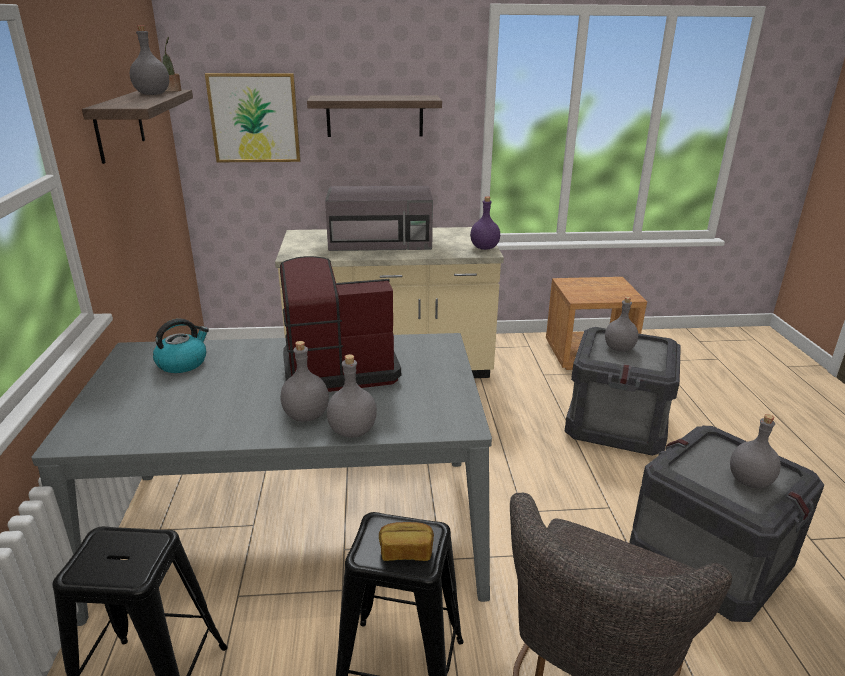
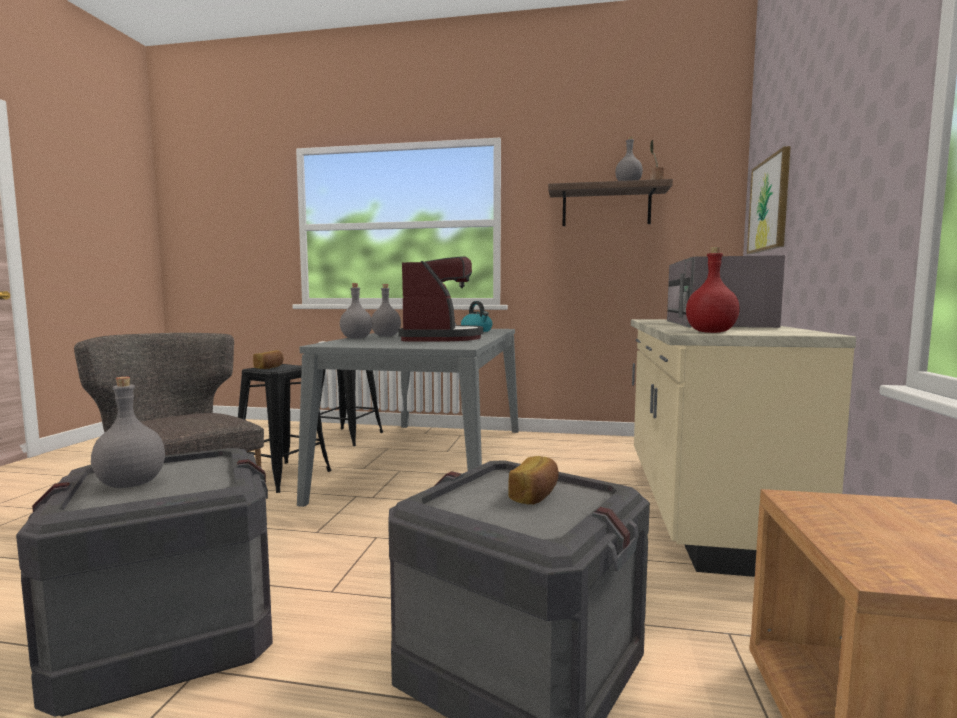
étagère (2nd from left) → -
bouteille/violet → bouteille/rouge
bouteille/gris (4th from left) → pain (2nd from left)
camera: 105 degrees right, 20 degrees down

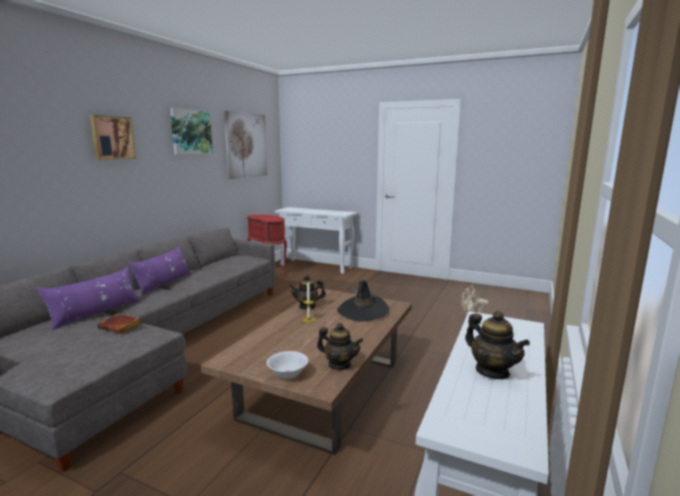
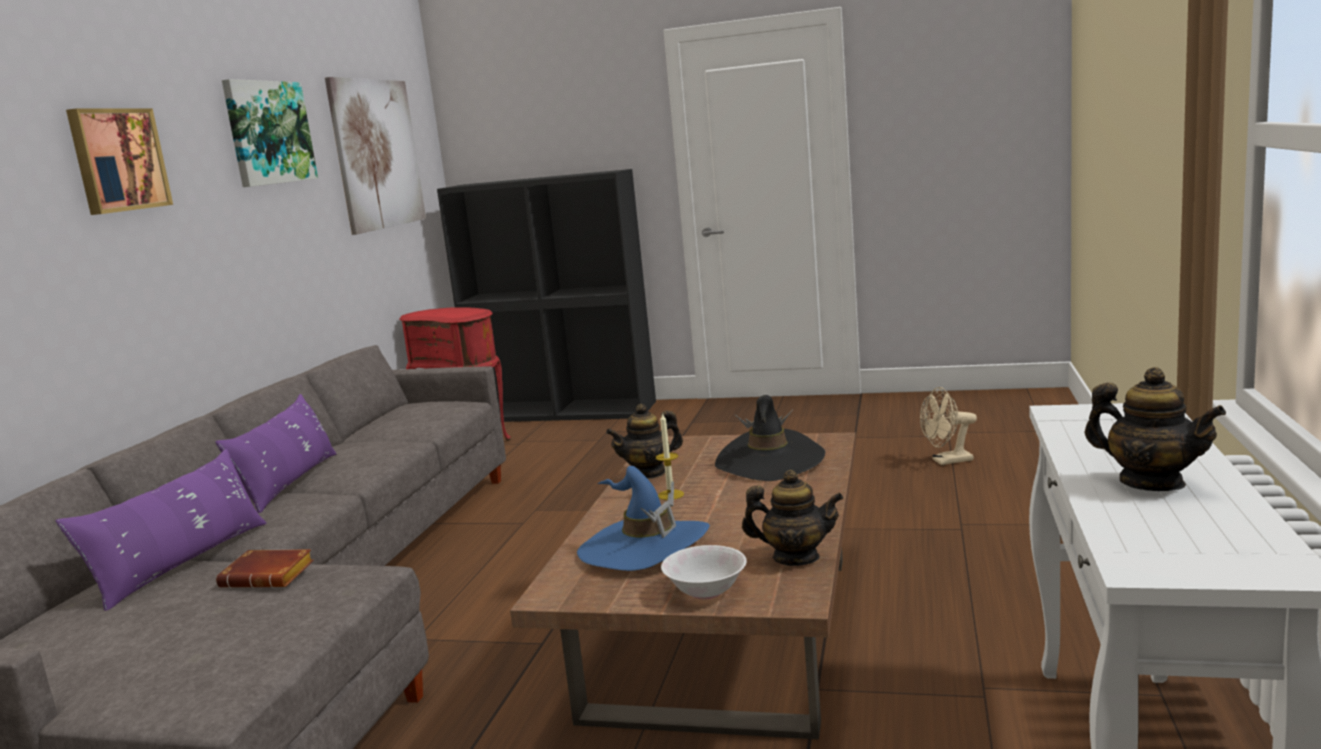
table console/blanc (1st from left) → bibliothèque/noir
- → chapeau/bleu
camera: 10 degrees left, 0 degrees up

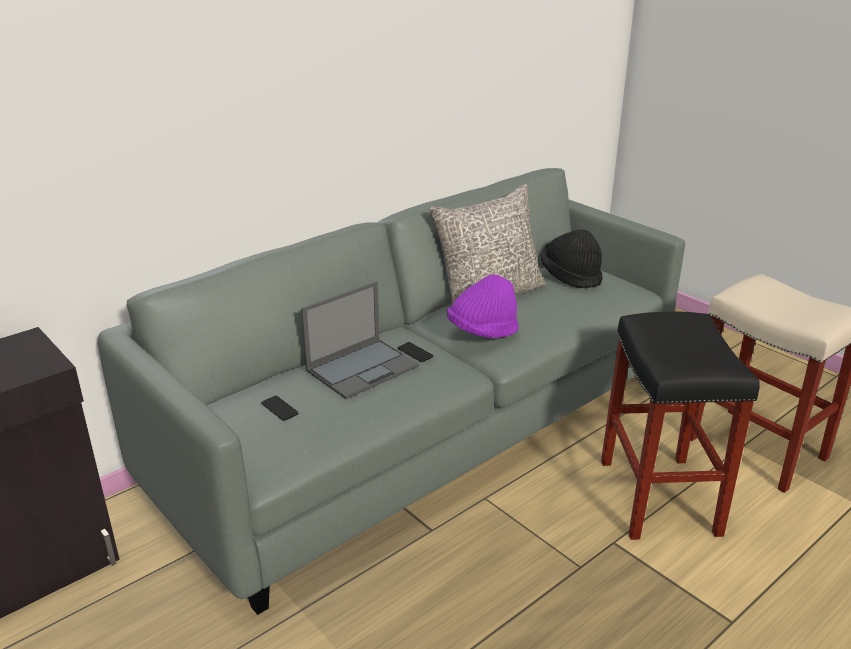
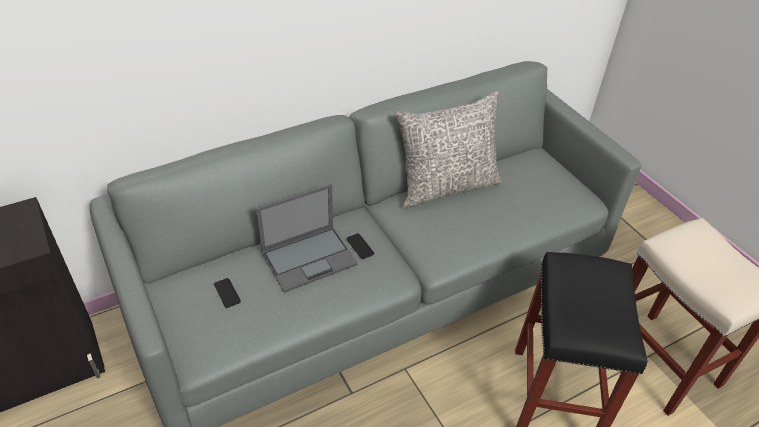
chapeau/noir → -
chapeau/violet → -
camera: 10 degrees right, 15 degrees up

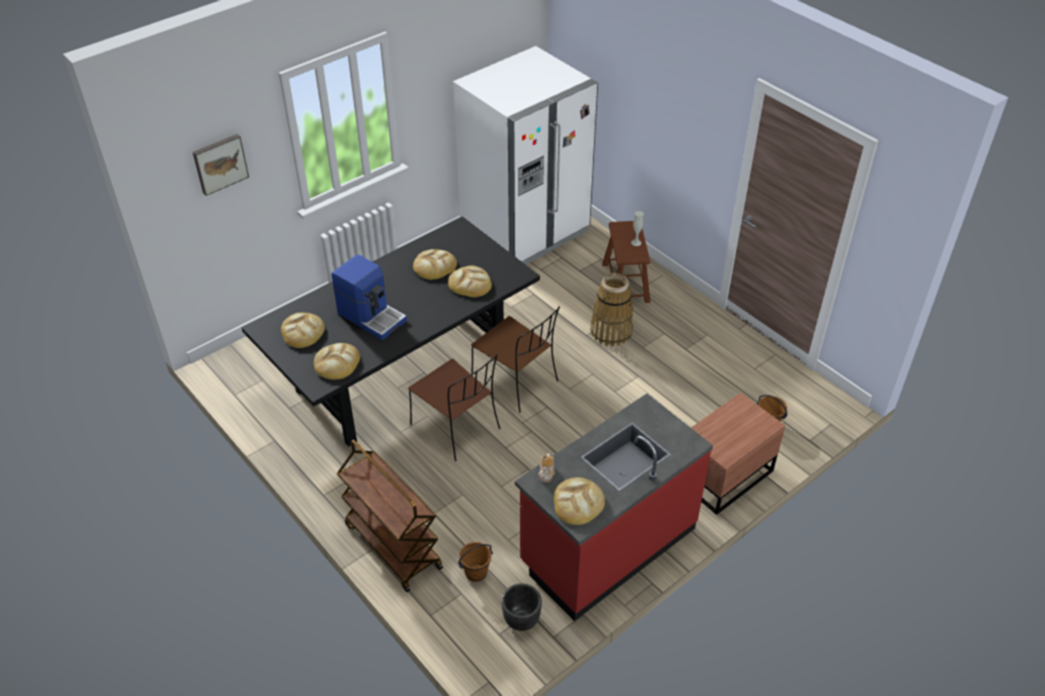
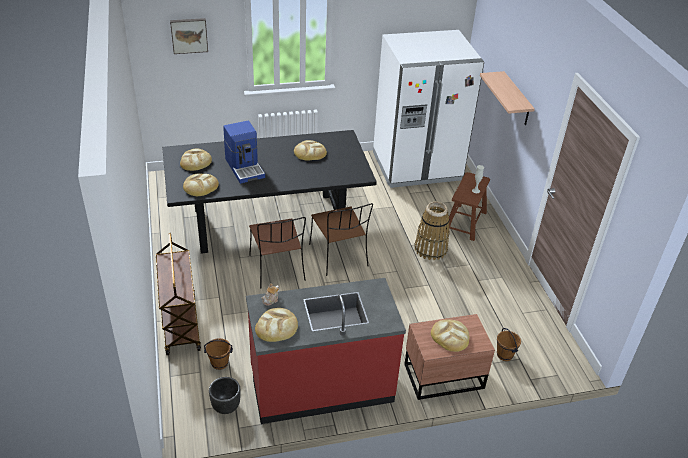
pain (4th from left in the first image) → pain (5th from left), move
- → étagère
camera: 25 degrees right, 5 degrees down

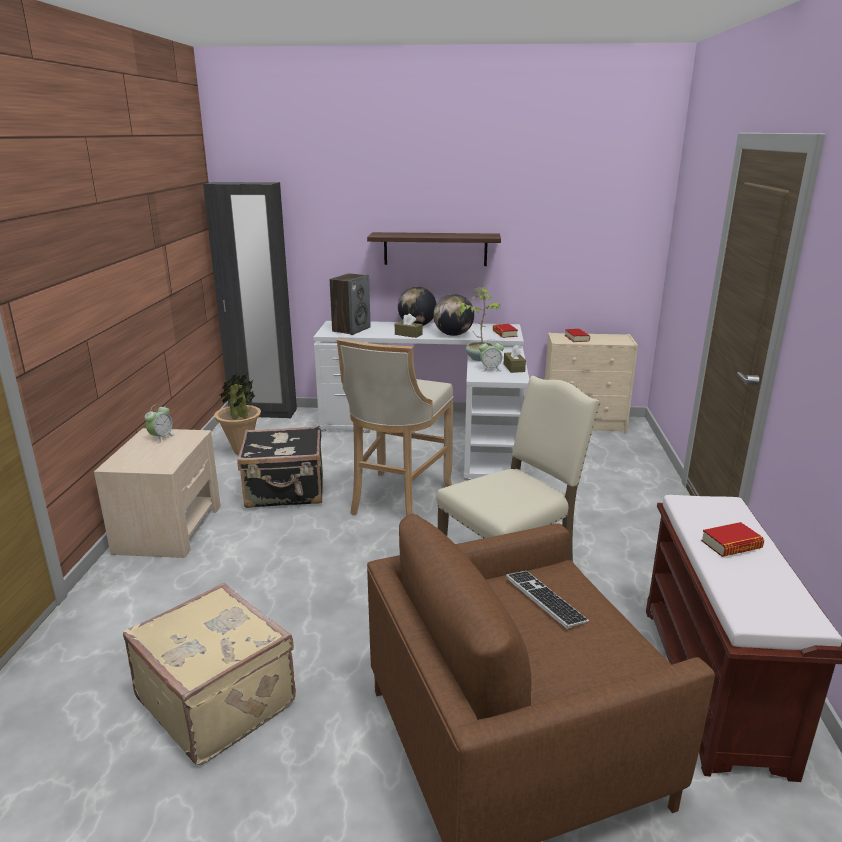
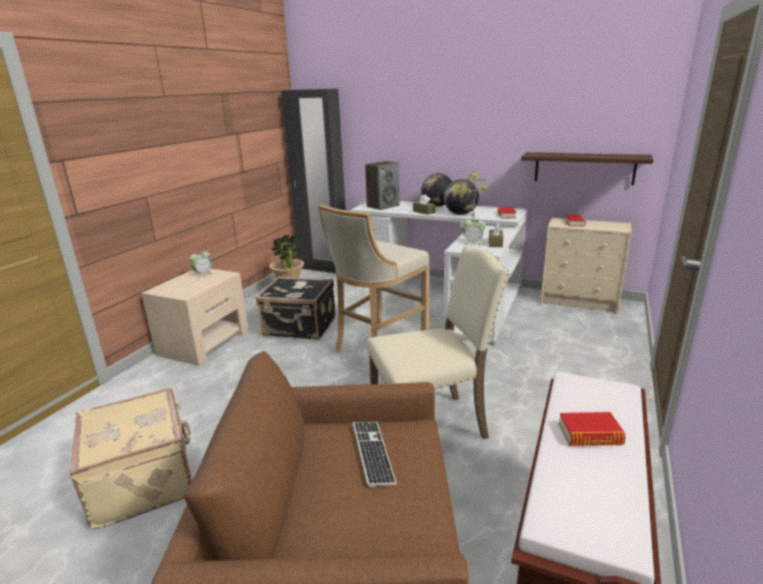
étagère, move
camera: 20 degrees right, 0 degrees up

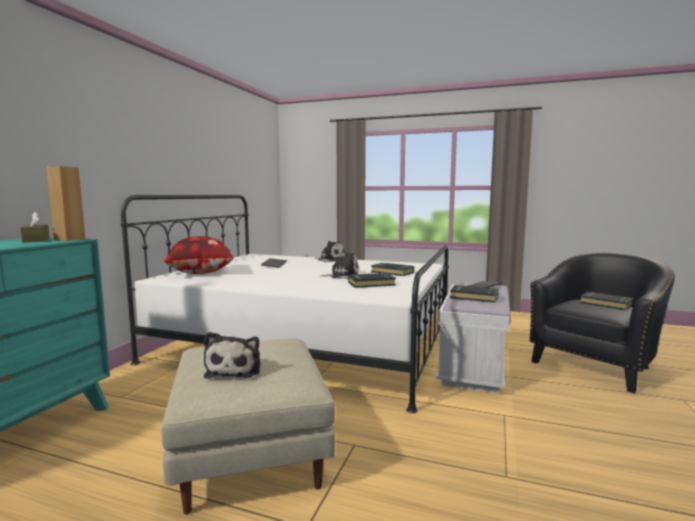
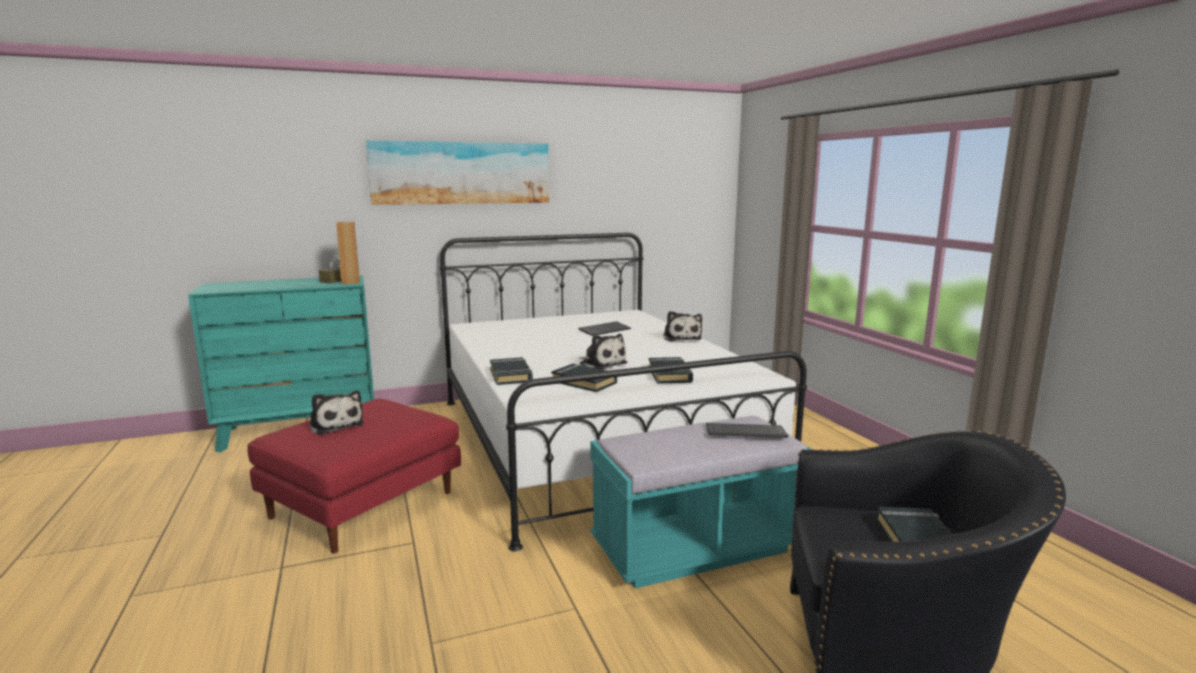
coussin → -
banc/blanc → banc/turquoise
livre/noir (3rd from left in the first image) → livre/noir (1st from left), move
peluche (1st from left), 90 degrees counterclockwise
pouf/beige → pouf/rouge
- → tableau
camera: 50 degrees right, 5 degrees up

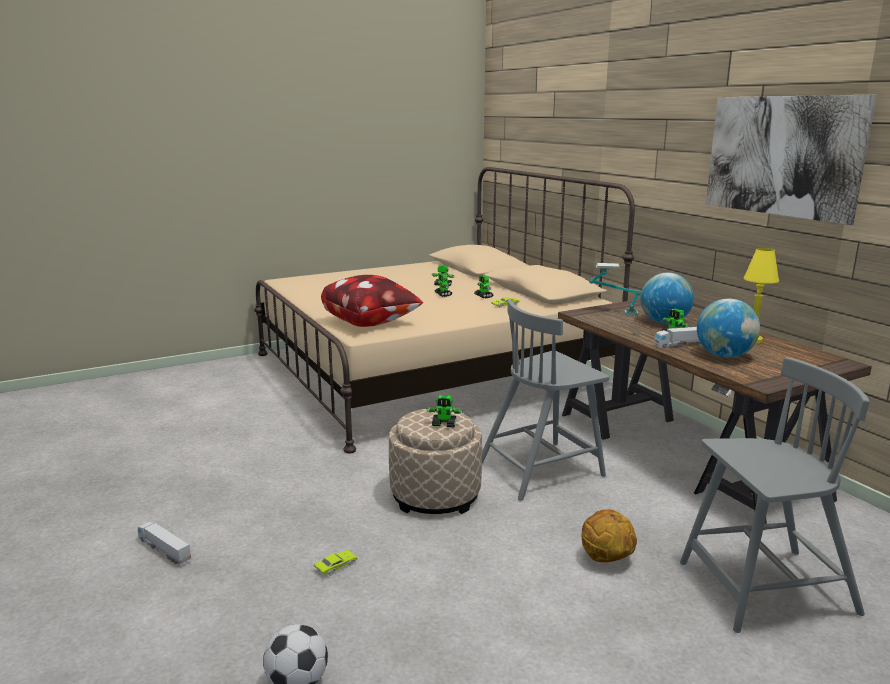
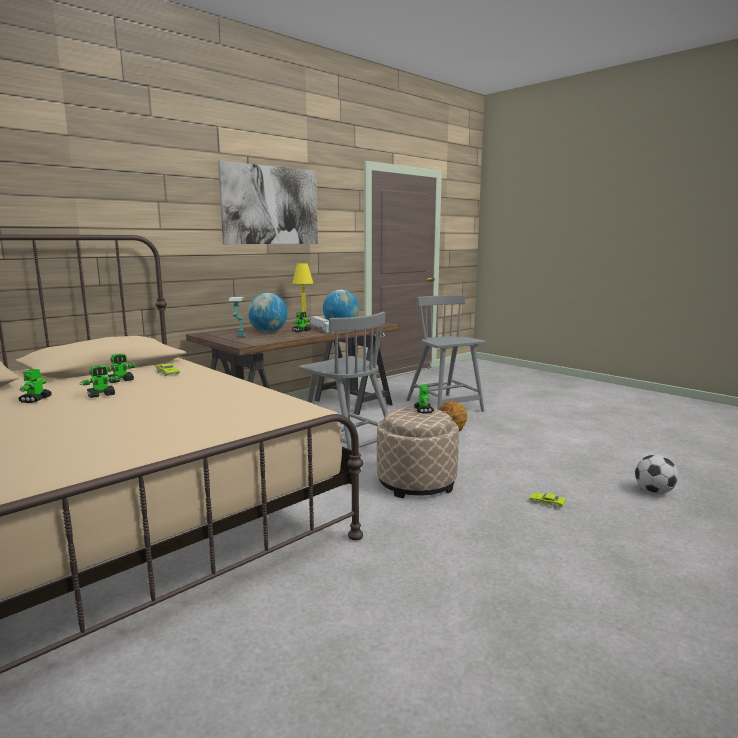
coussin → -
camion jouet (1st from left) → -
camera: 105 degrees left, 5 degrees down

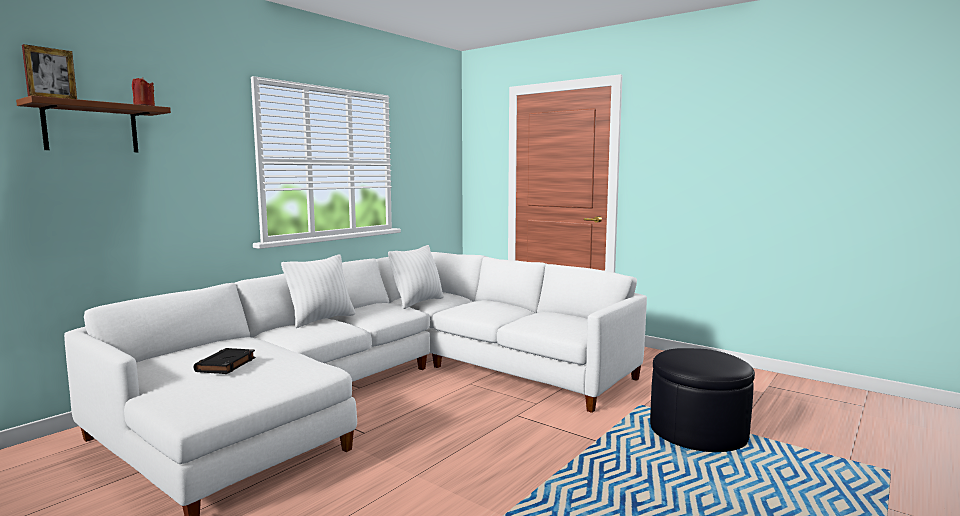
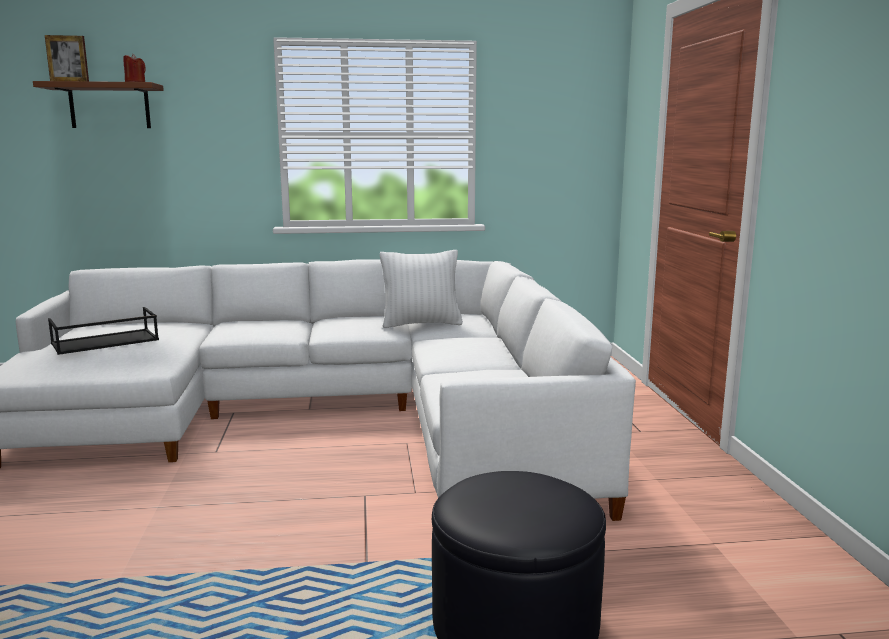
coussin/blanc (1st from left) → -
livre/noir → plateau/noir
camera: 45 degrees right, 5 degrees up

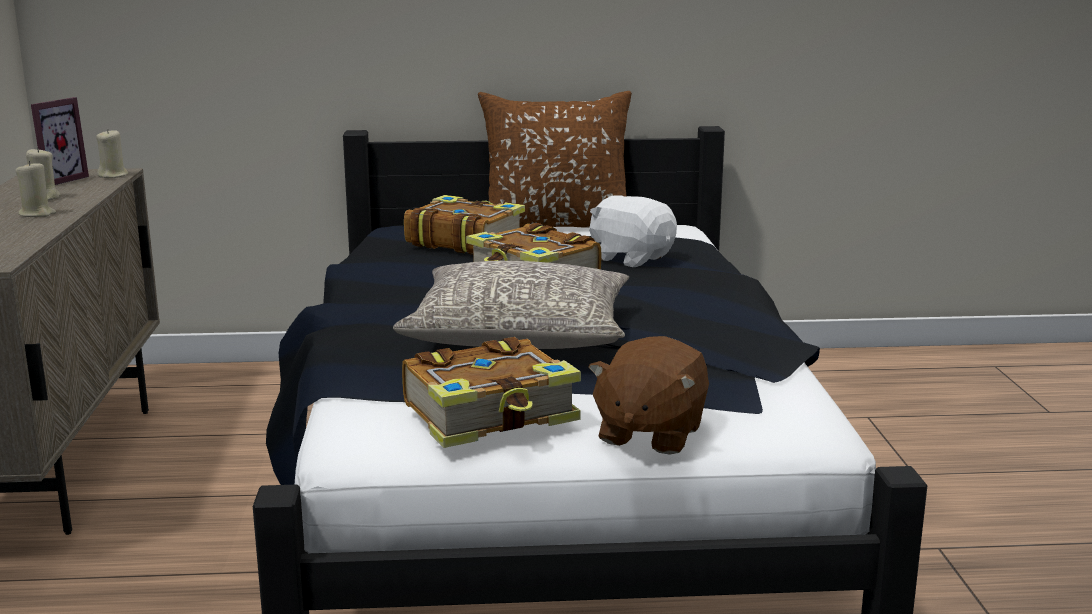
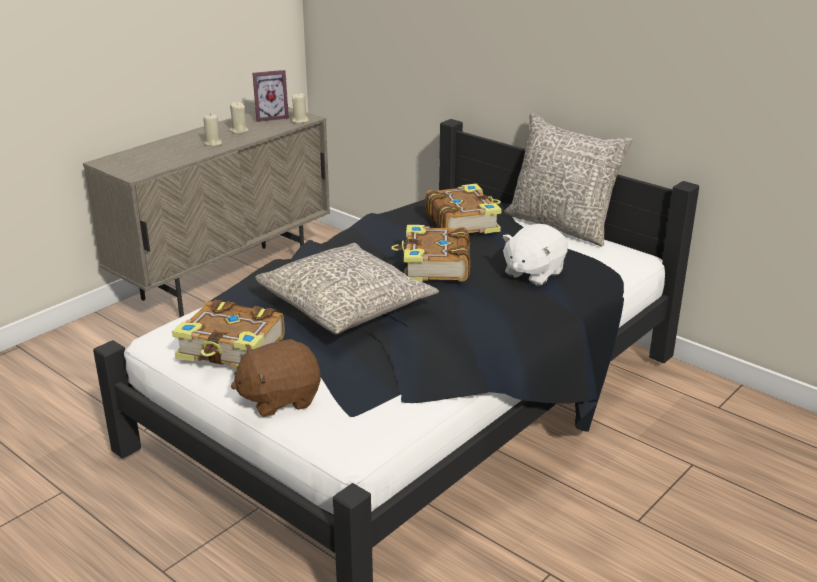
coussin/marron → coussin/gris (2nd from left)
peluche/blanc, 135 degrees counterclockwise
camera: 45 degrees right, 10 degrees up

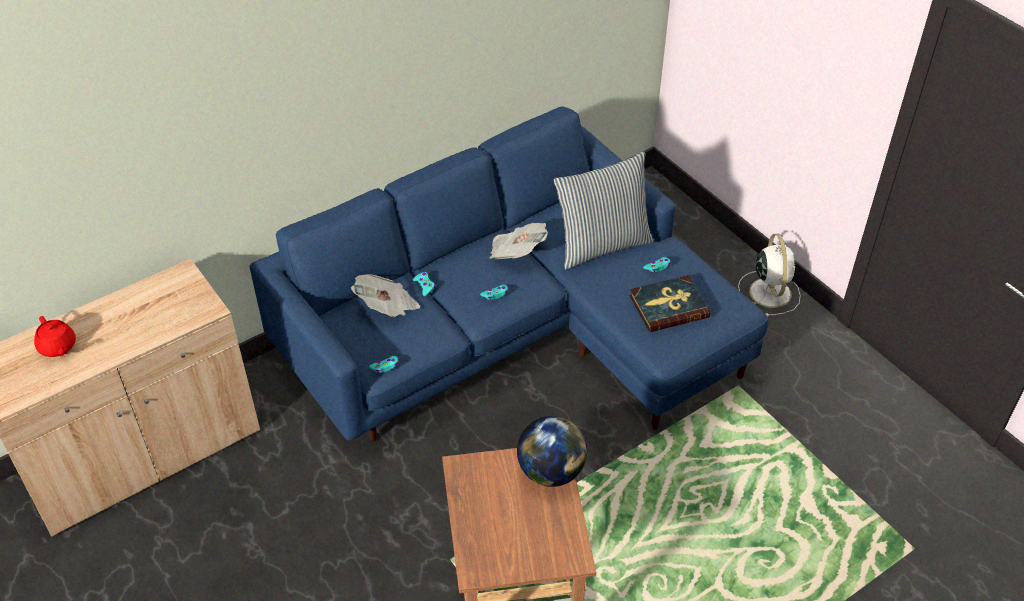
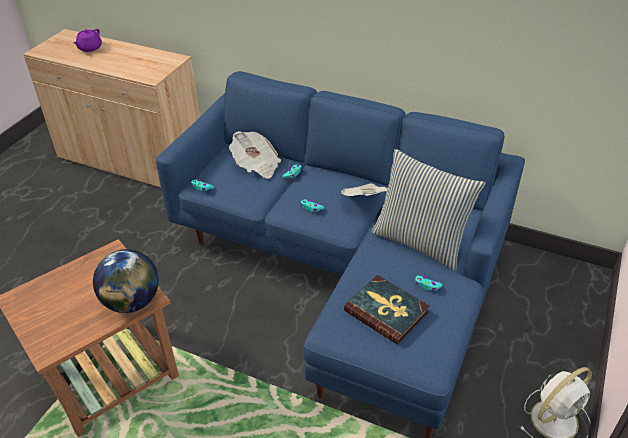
théière/rouge → théière/violet
camera: 60 degrees right, 5 degrees down

